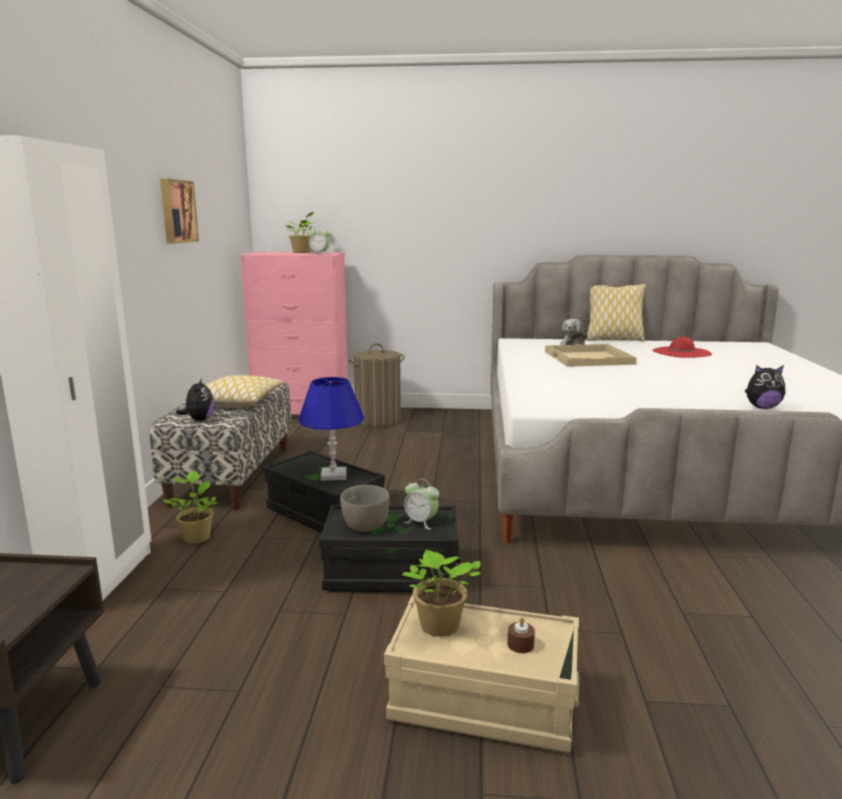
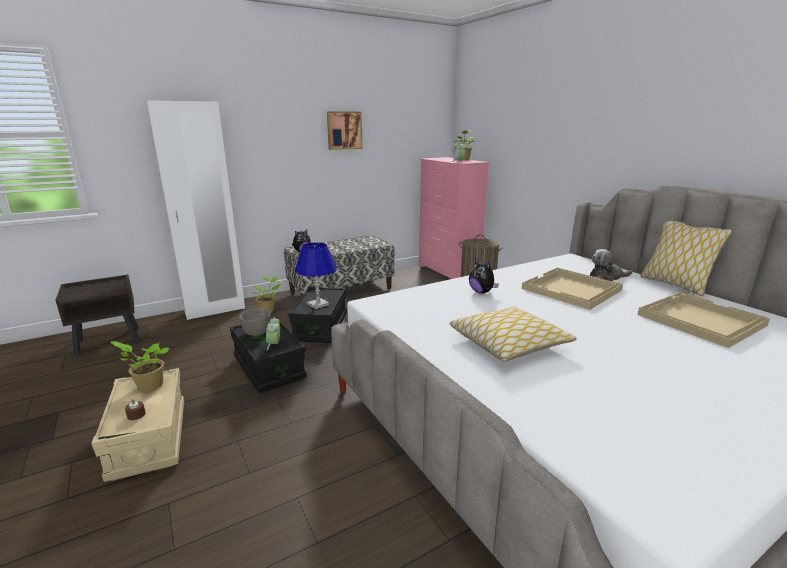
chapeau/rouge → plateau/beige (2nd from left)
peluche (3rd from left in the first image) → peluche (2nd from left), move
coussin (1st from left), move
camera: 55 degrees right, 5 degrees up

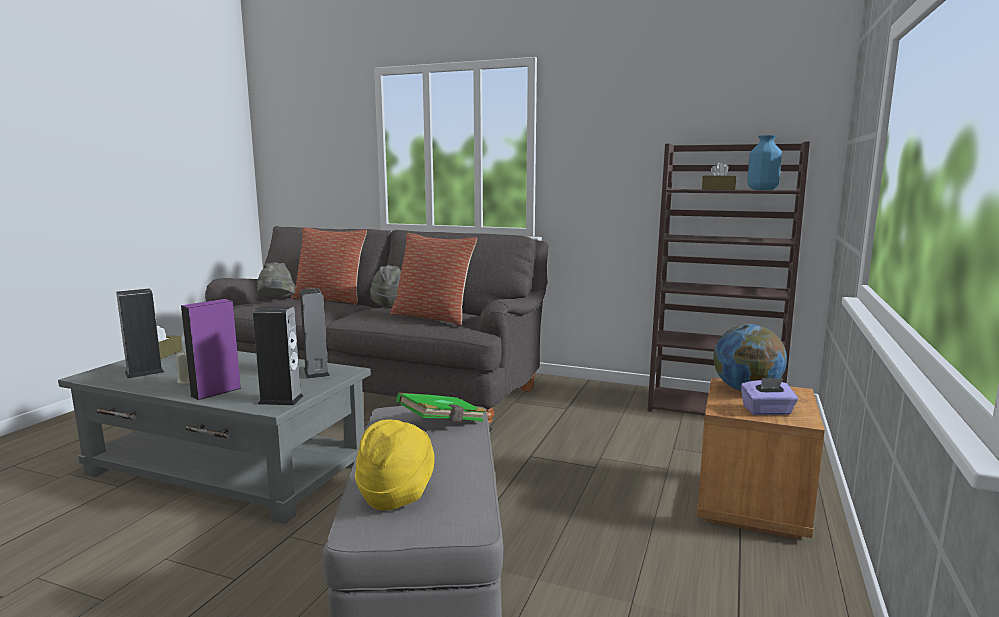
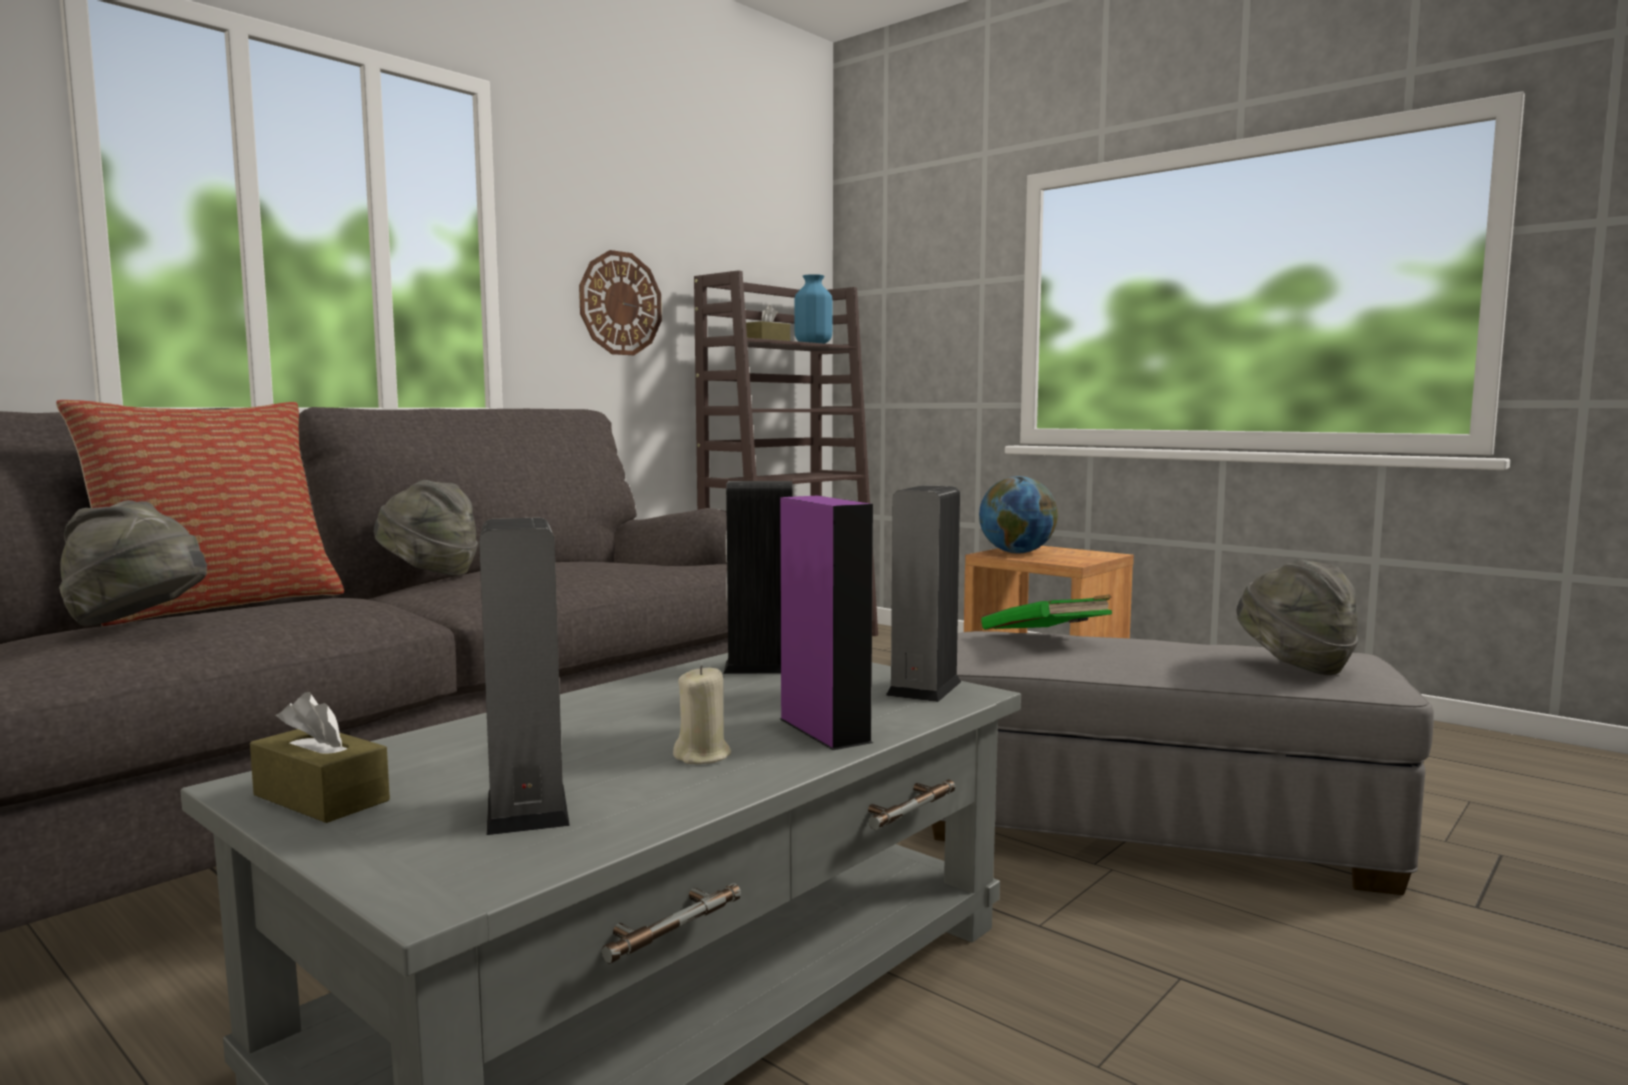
coussin (2nd from left) → -
boîte à mouchoirs/violet → -
chapeau/jaune → chapeau/gris (3rd from left)
- → horloge murale
camera: 70 degrees left, 5 degrees down

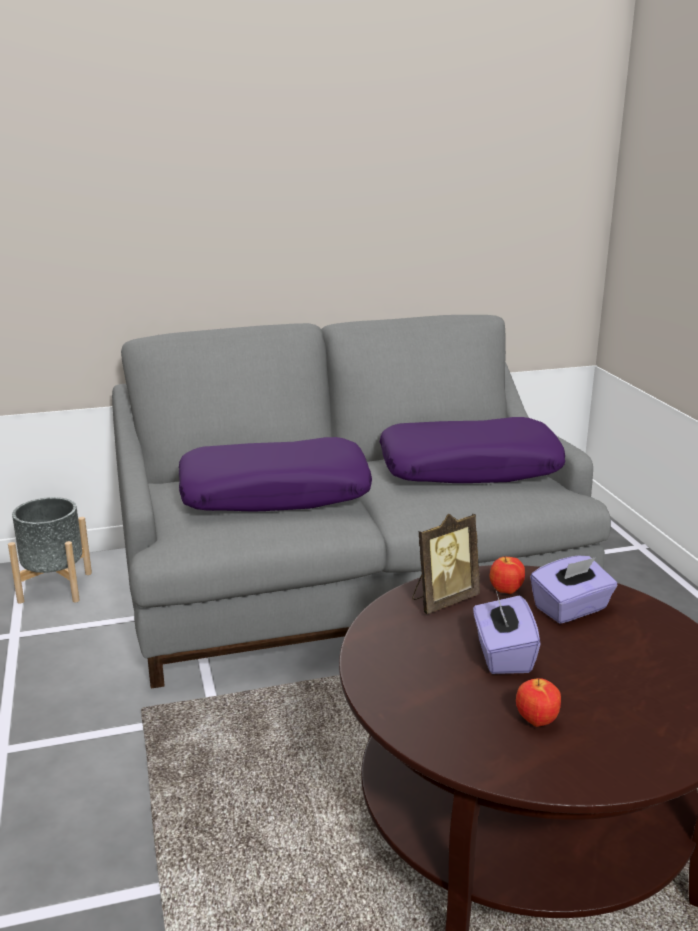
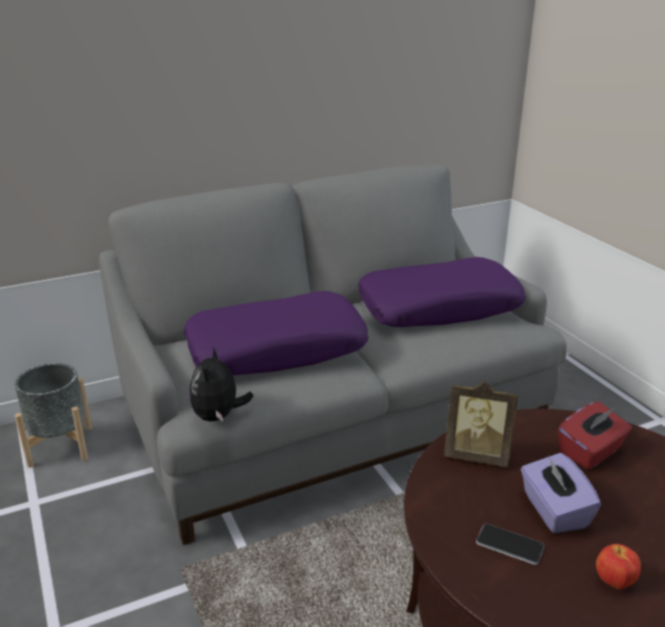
cadre photo, 60 degrees clockwise
boîte à mouchoirs/violet (2nd from left) → boîte à mouchoirs/rouge
pomme (1st from left) → -
- → peluche
- → téléphone
camera: 10 degrees left, 5 degrees up

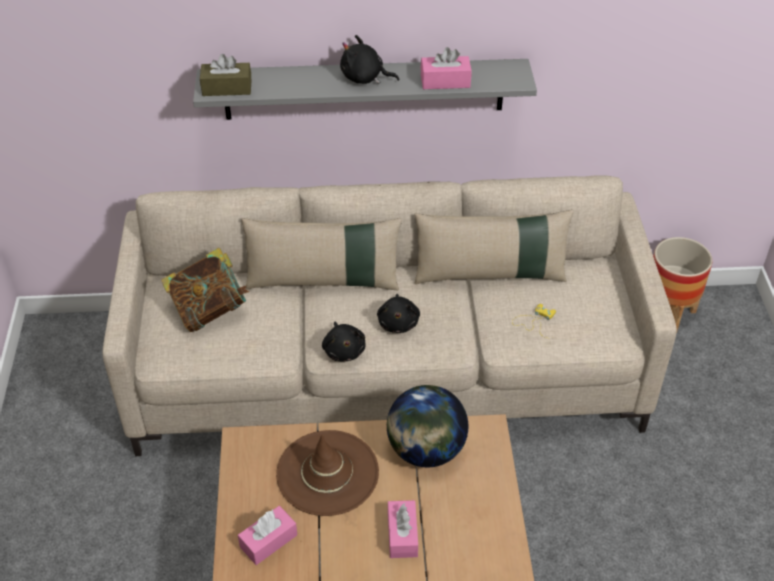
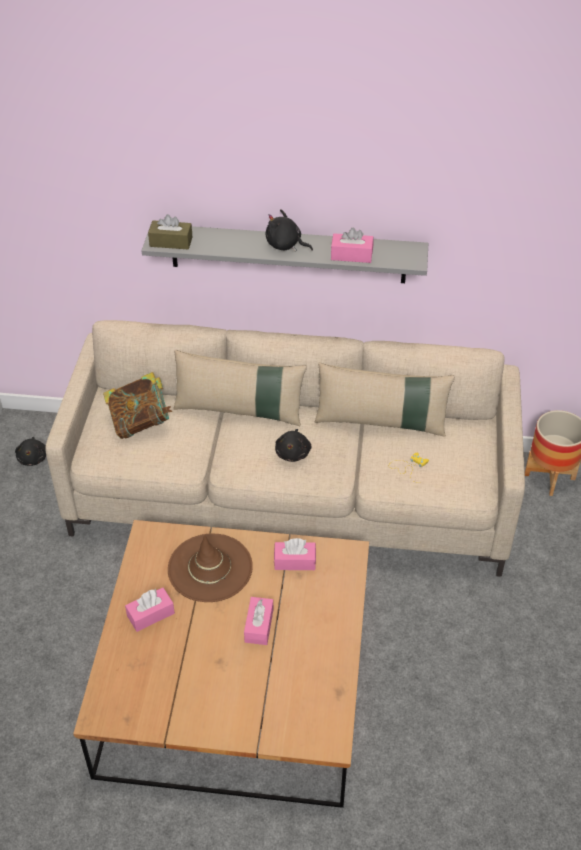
peluche/noir (1st from left), move
globe → boîte à mouchoirs/rose (3rd from left)
camera: 10 degrees right, 0 degrees up

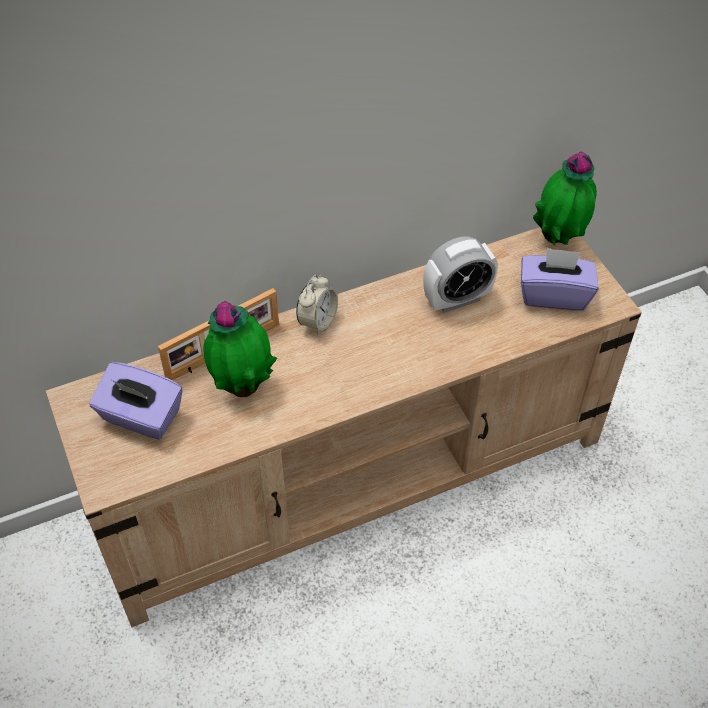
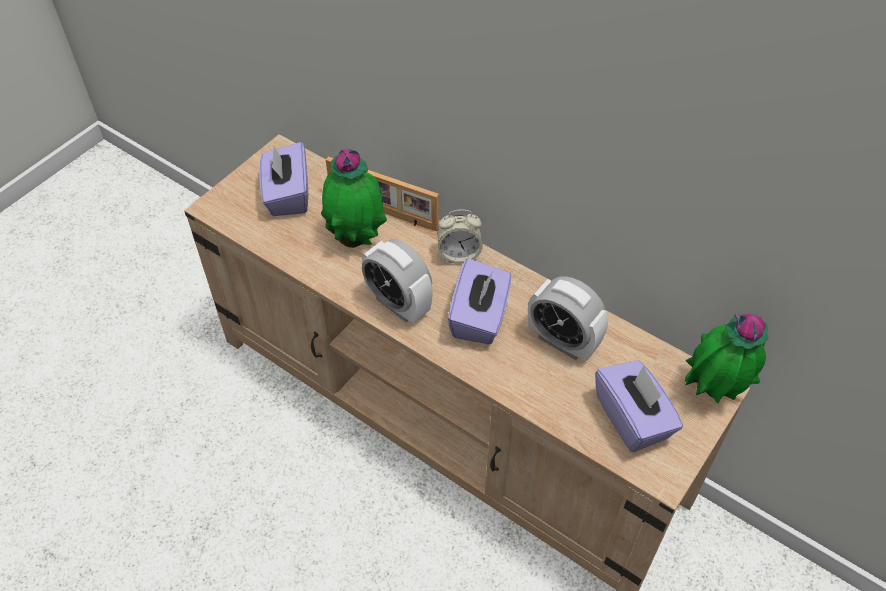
- → réveil (1st from left)
- → boîte à mouchoirs/violet (2nd from left)
camera: 60 degrees right, 0 degrees up

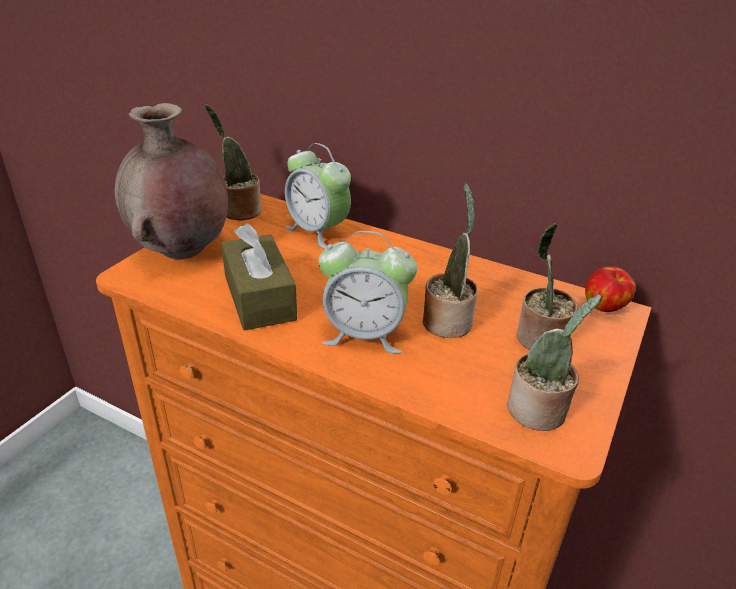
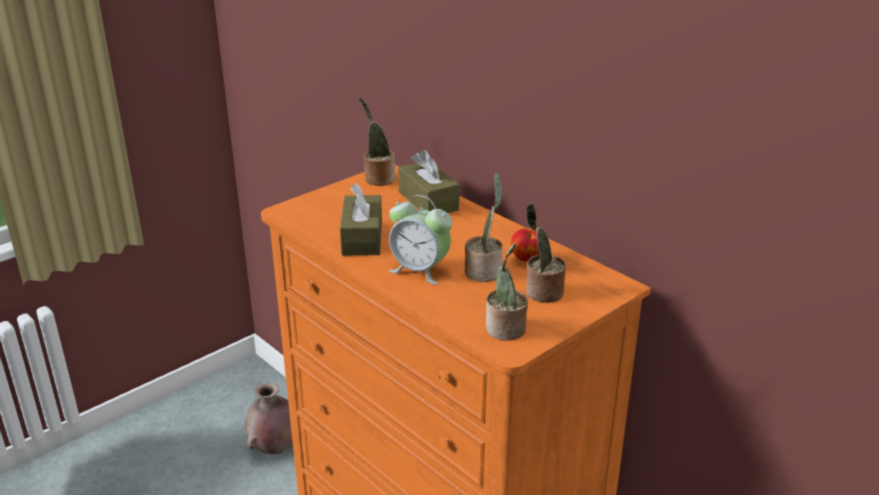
vase/marron, move
réveil (1st from left) → boîte à mouchoirs/marron (2nd from left)
pomme, move
camera: 20 degrees right, 5 degrees down

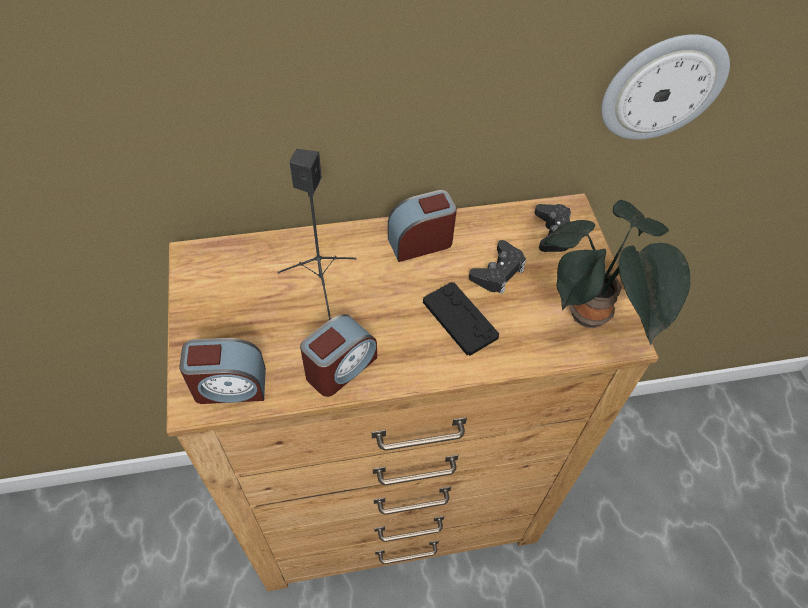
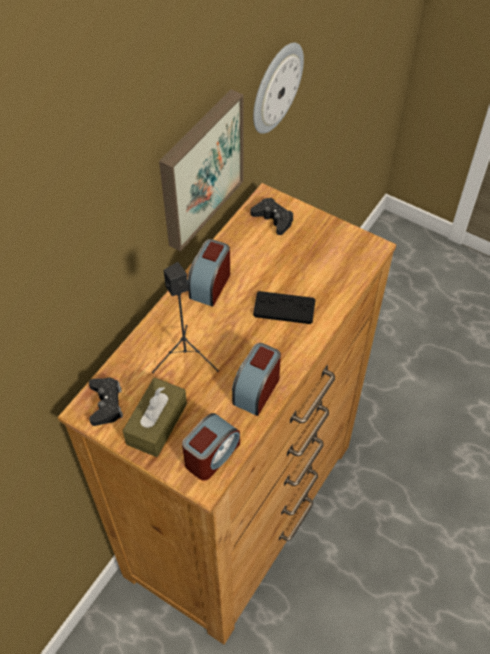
plante en pot → -
manette/noir (2nd from left in the first image) → manette/noir (1st from left), move
réveil (2nd from left in the first image) → réveil (3rd from left), 150 degrees counterclockwise
- → tableau
- → boîte à mouchoirs/marron
camera: 45 degrees left, 0 degrees up

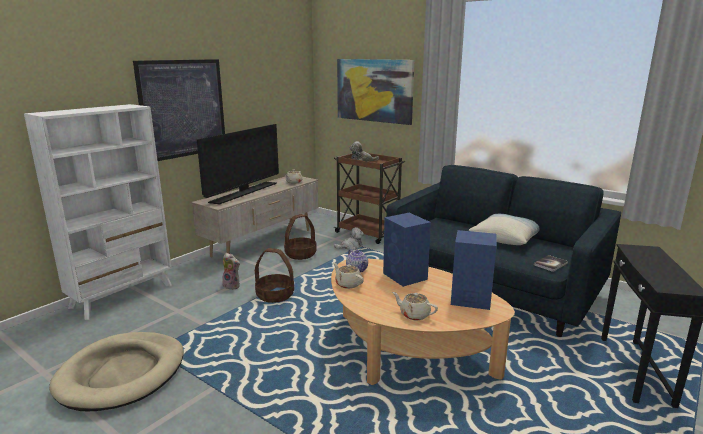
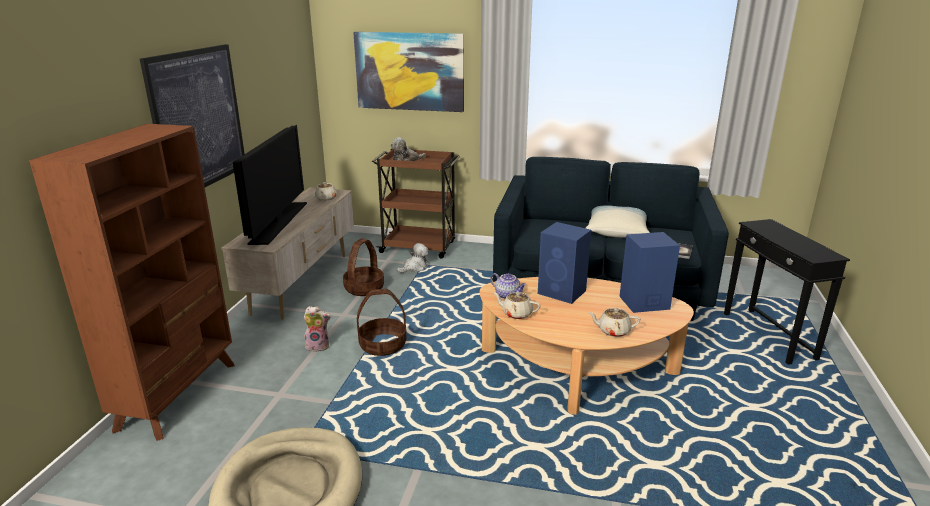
bibliothèque/blanc → bibliothèque/marron
camera: 25 degrees left, 5 degrees up

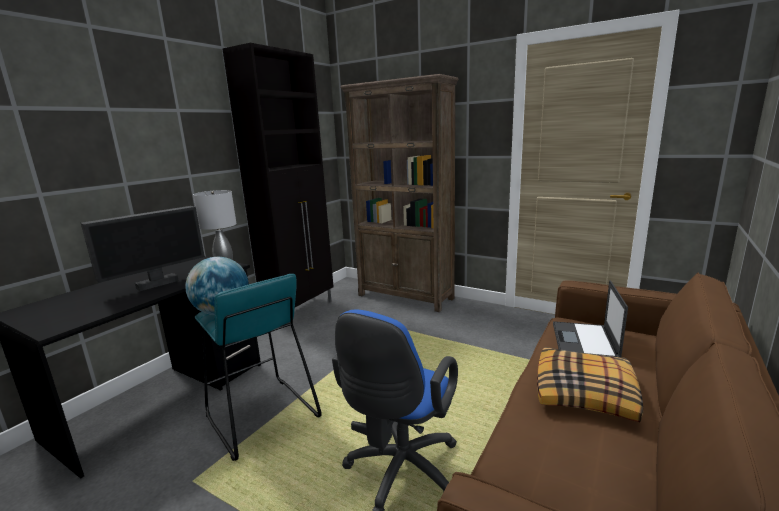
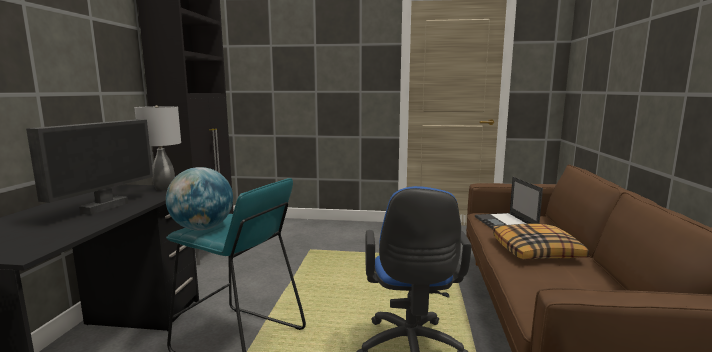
bibliothèque/marron → -
camera: 25 degrees left, 5 degrees down

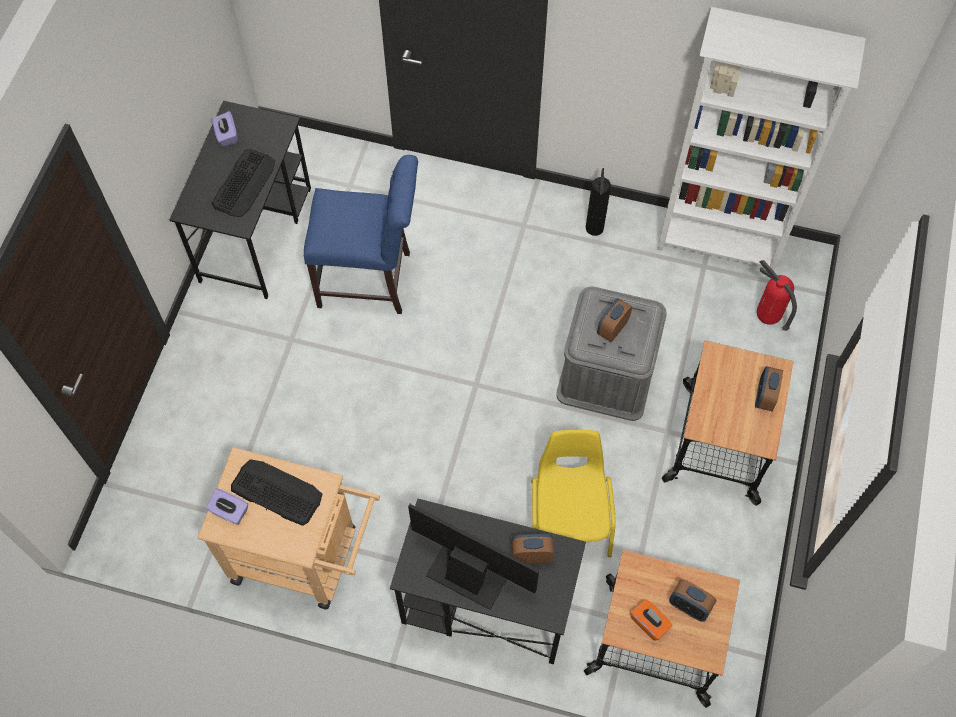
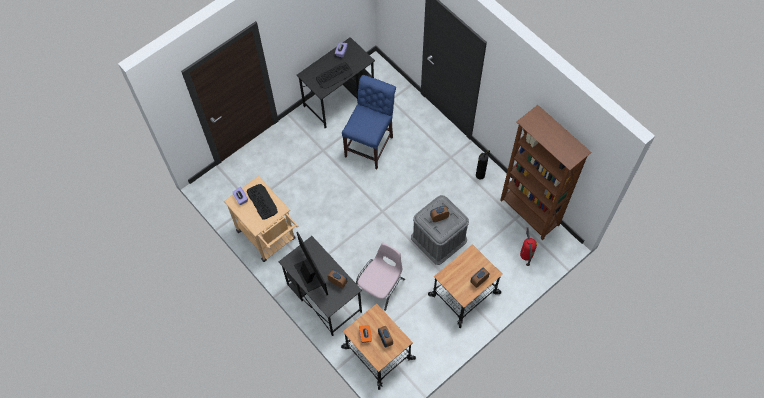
bibliothèque/blanc → bibliothèque/marron
chaise/bleu, 105 degrees counterclockwise
chaise/jaune → chaise/rose
camera: 35 degrees right, 0 degrees up

